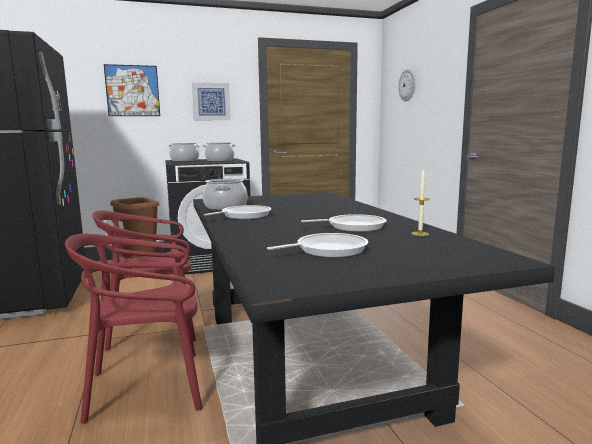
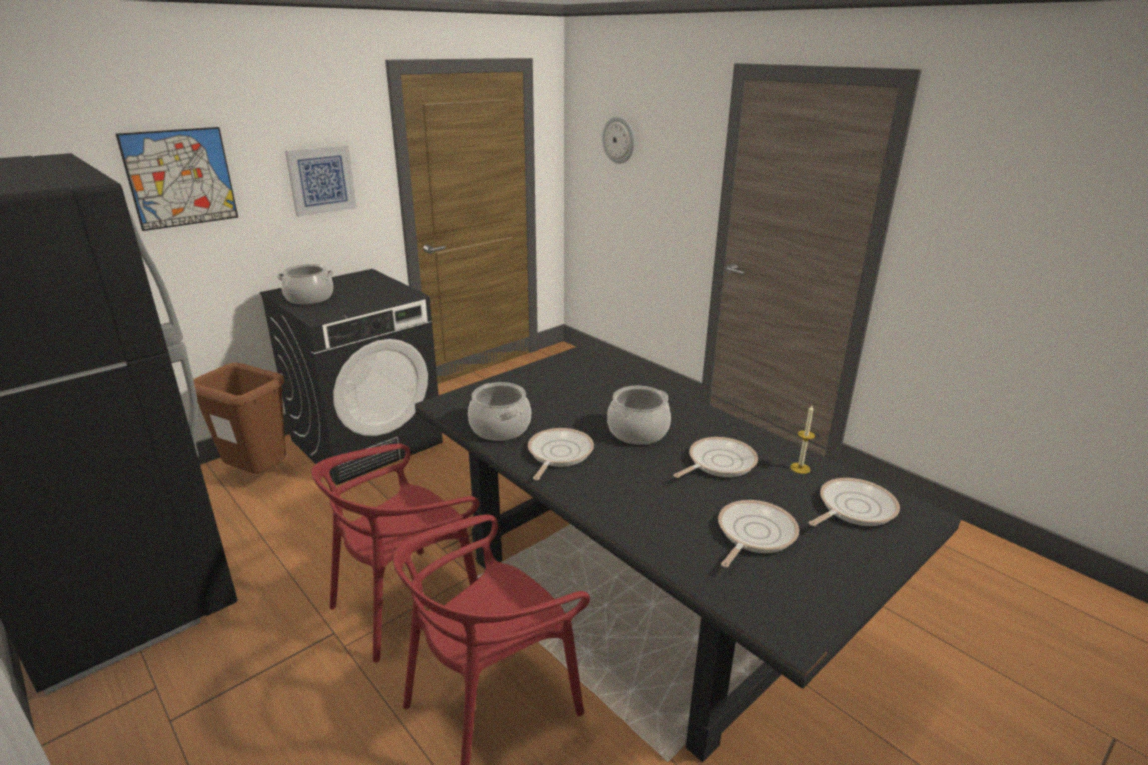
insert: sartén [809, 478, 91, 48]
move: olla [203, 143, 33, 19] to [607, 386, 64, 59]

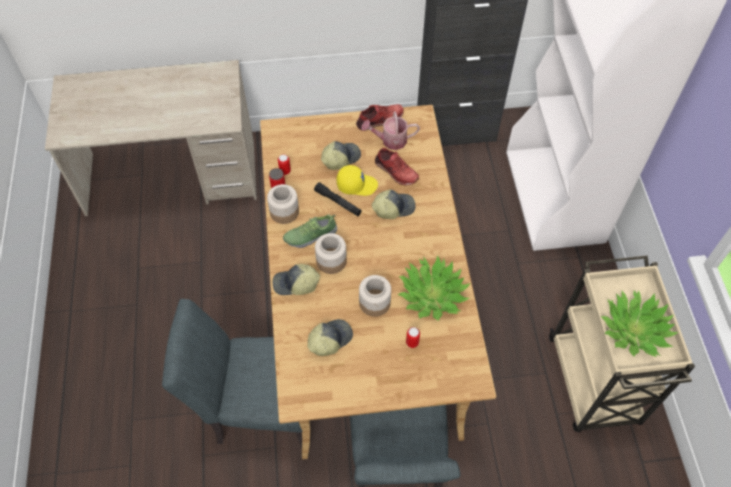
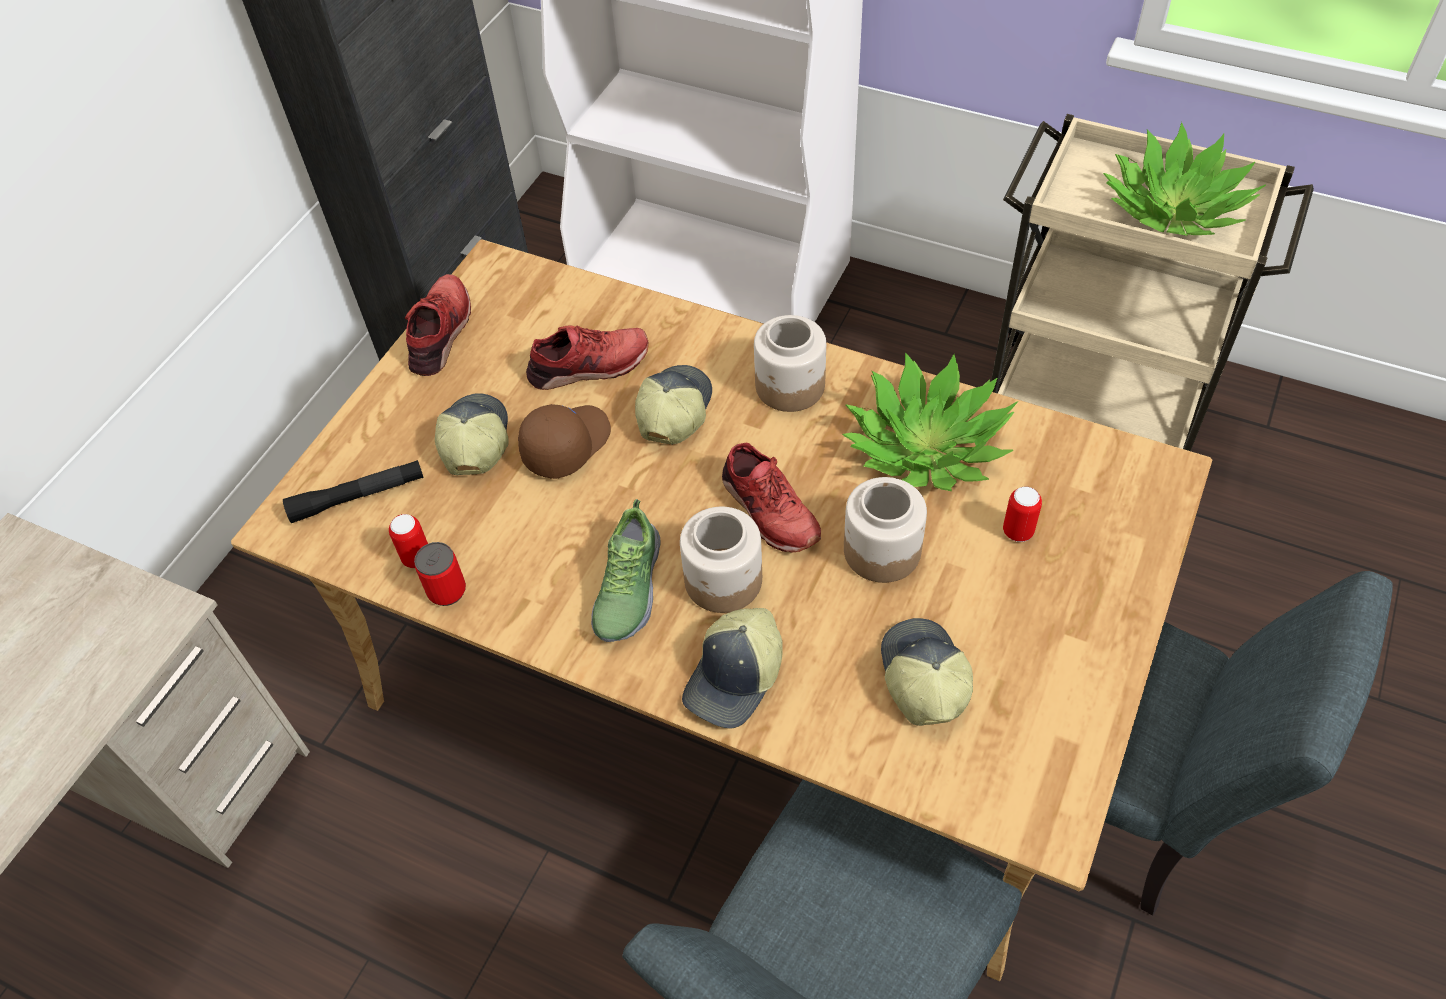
delete: regadera [361, 111, 59, 39]
insert: zapato/rojo [722, 442, 99, 111]
move: linterna/negro [314, 182, 48, 34] to [283, 460, 141, 63]; tarro [267, 184, 32, 40] to [754, 315, 72, 97]
recolor: gorra/amarillo [337, 165, 41, 31] to gorra/marrón [518, 404, 93, 75]

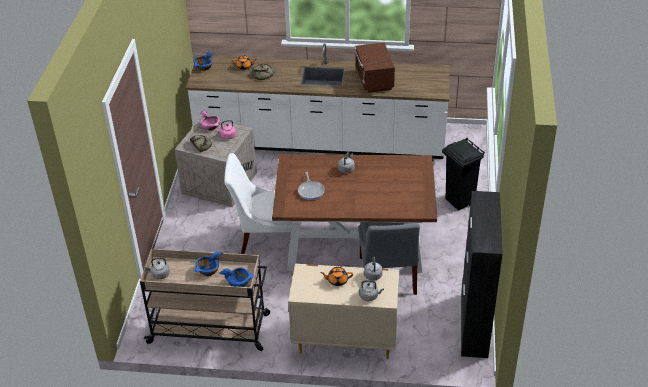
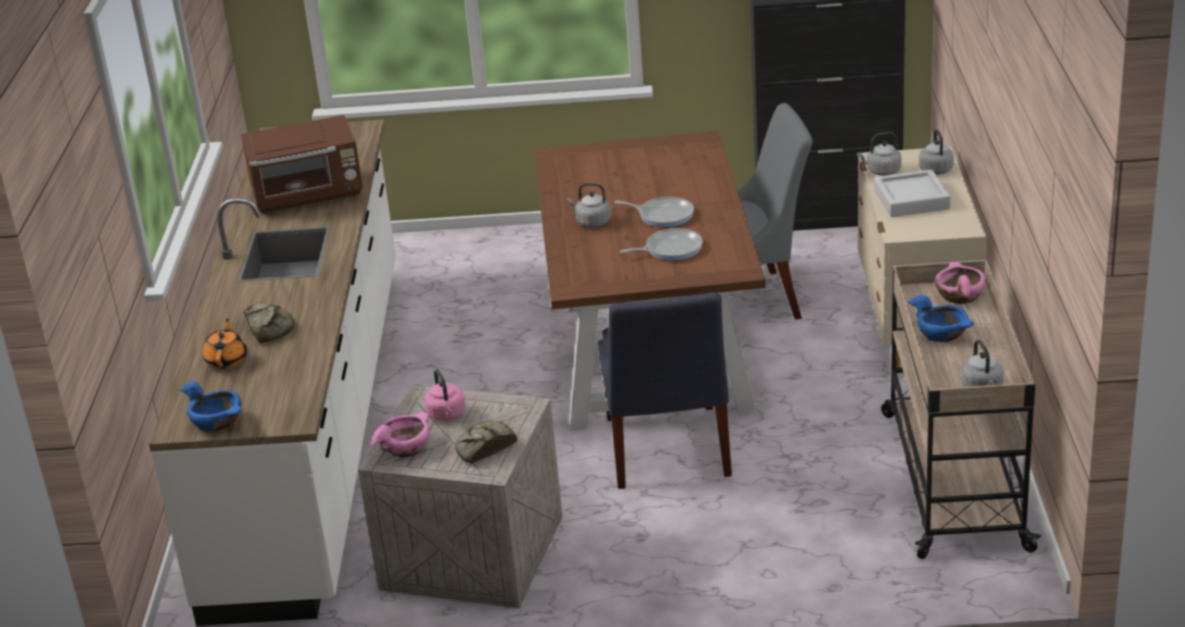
delete: papelera/negro [442, 138, 43, 73]
insert: sartén [614, 197, 80, 31]
replace: tetera/naranja [320, 267, 33, 19] to bandeja/gris [874, 169, 77, 48]
recolor: silla/blanco [224, 153, 68, 101] to silla/azul [598, 292, 134, 197]; cuenco/azul [219, 268, 35, 19] to cuenco/rosa [935, 262, 50, 42]

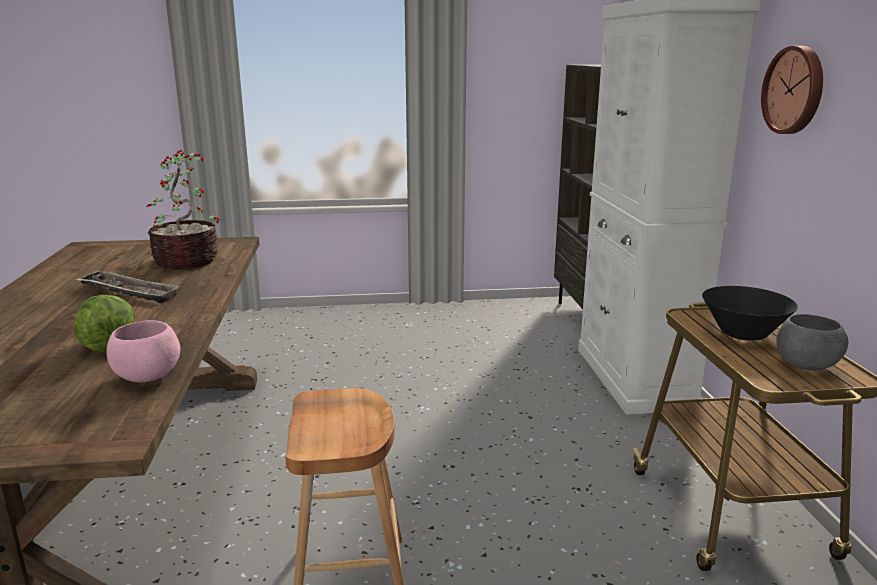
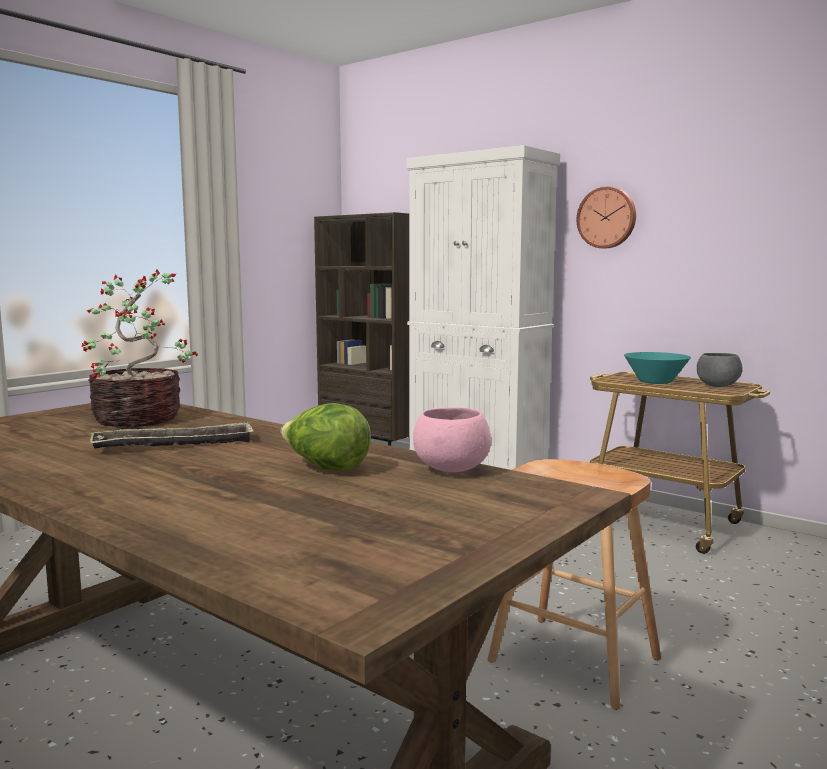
recolor: cuenco/negro [702, 286, 96, 55] to cuenco/turquesa [624, 352, 67, 32]

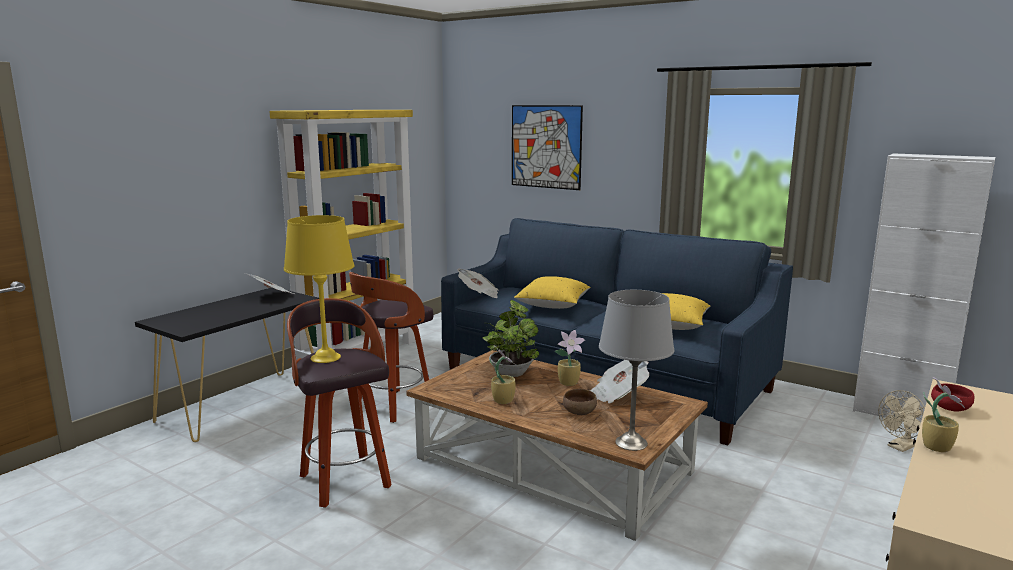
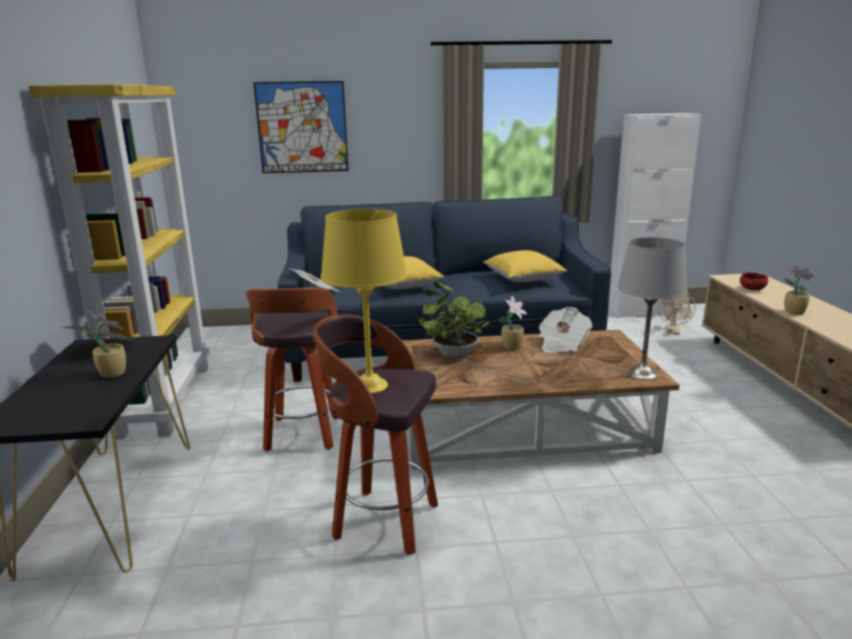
delete: cuenco/marrón [563, 389, 34, 26]
move: planta en maceta [490, 345, 27, 59] to [83, 311, 43, 67]

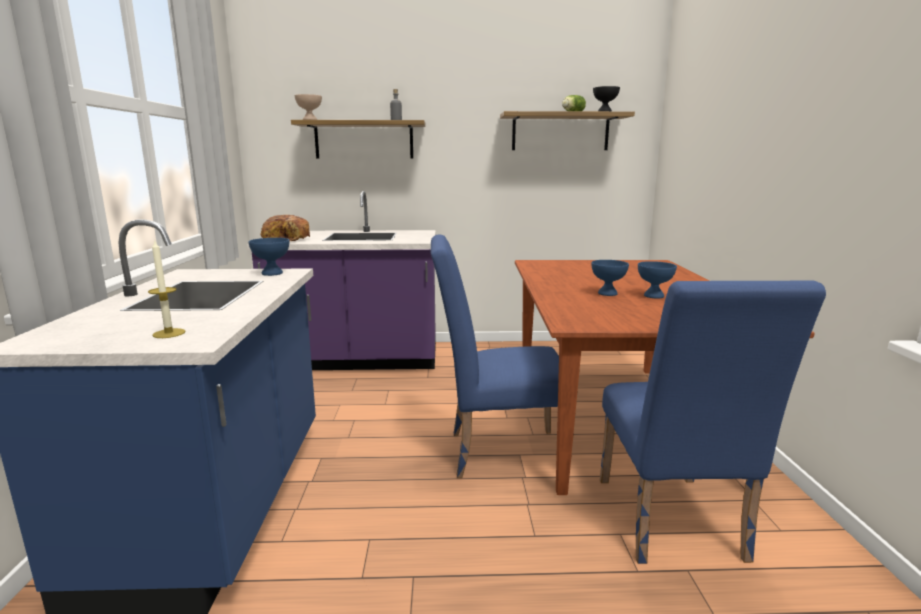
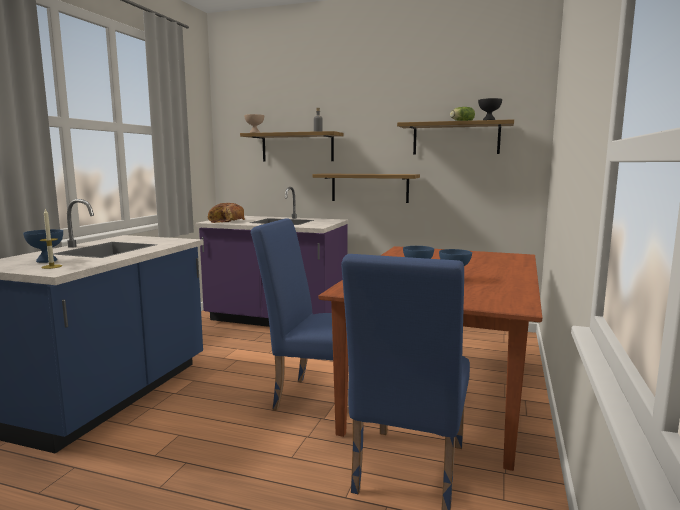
insert: estante [313, 173, 107, 30]
move: cuenco/azul [248, 238, 42, 38] to [23, 229, 40, 34]

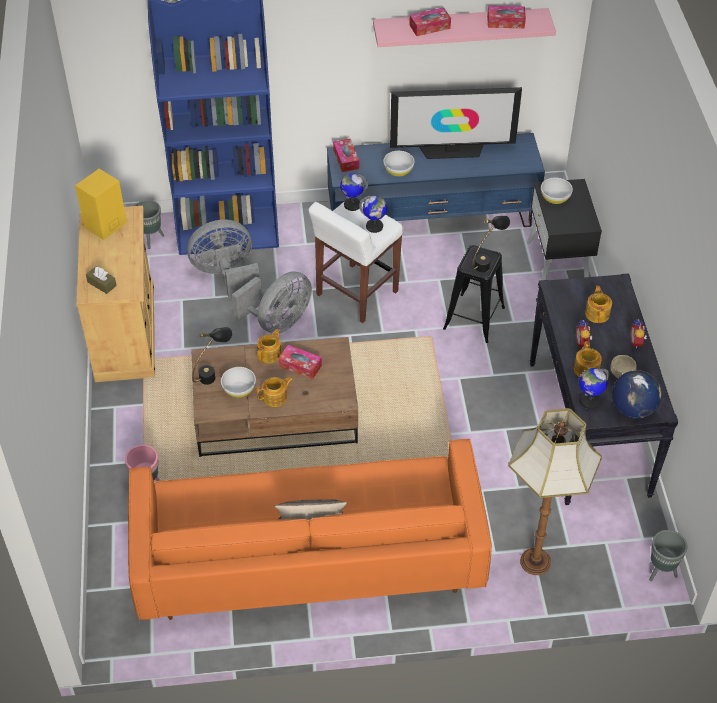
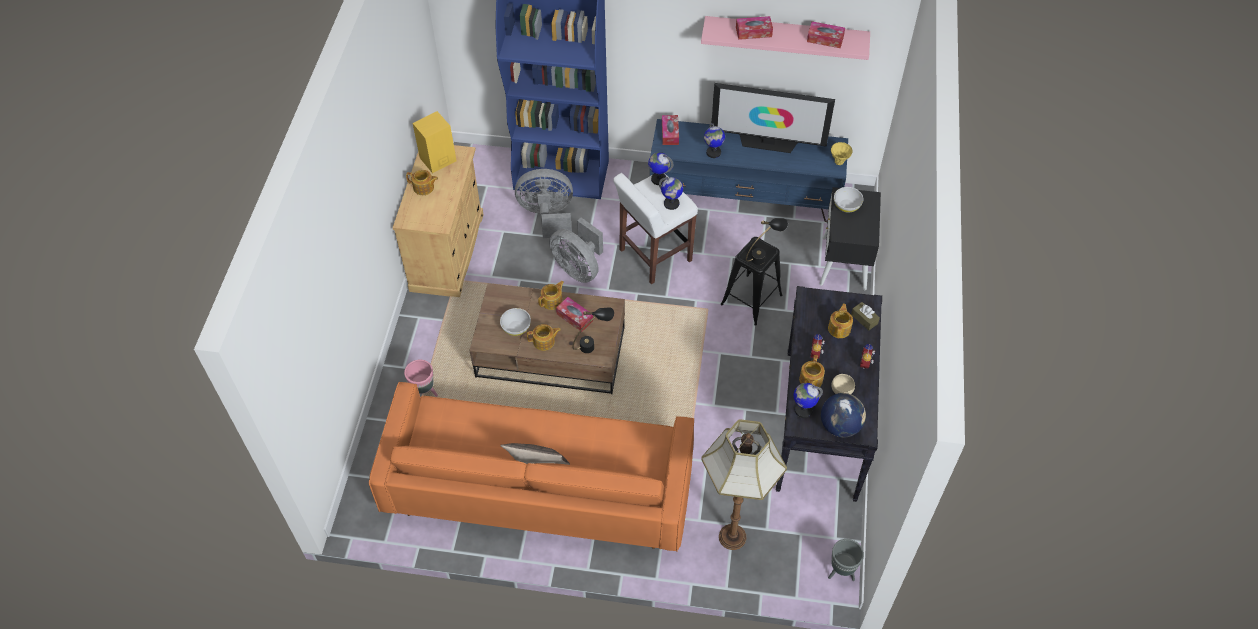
delete: maceta/gris [135, 200, 29, 49]
insert: florero/amarillo [831, 142, 22, 23]; tetera [406, 170, 32, 25]
move: caja de pañuelos/marrón [86, 266, 31, 28] to [851, 302, 29, 28]; lámpara de mesa/negro [192, 327, 40, 58] to [572, 308, 42, 45]
replace: cuenco/blanco [383, 151, 32, 25] to globo terráqueo [704, 123, 21, 35]
rotate: ventilador/gris [232, 271, 80, 62] = [549, 218, 54, 65] 75 degrees clockwise

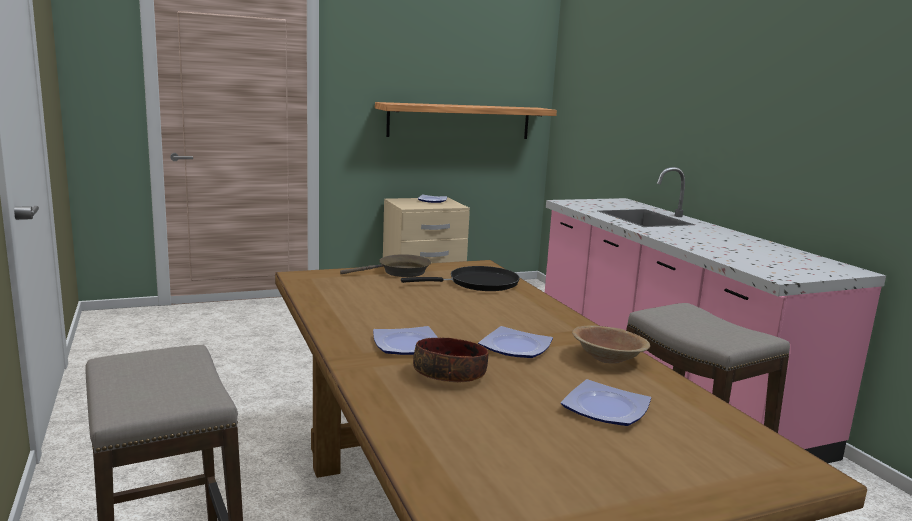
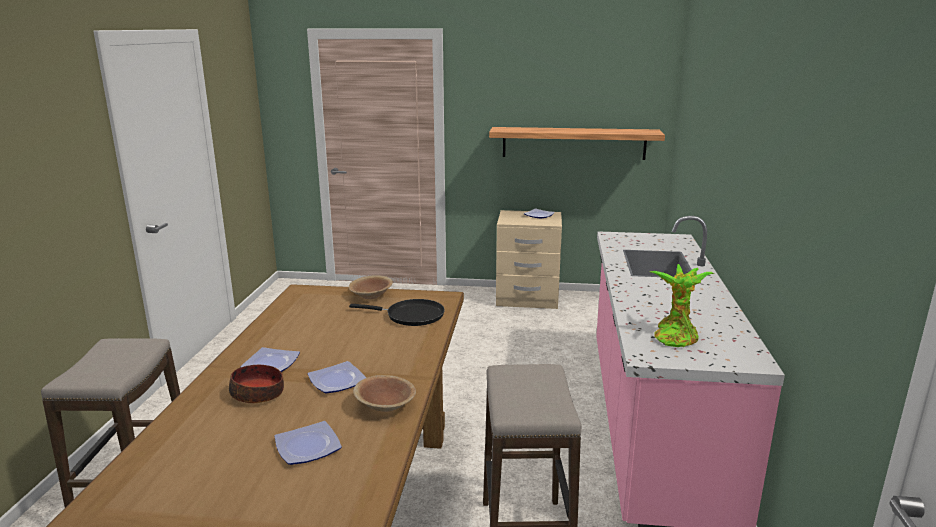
insert: planta en maceta [650, 264, 65, 83]
replace: sartén/marrón [340, 254, 91, 23] to cuenco/marrón [349, 275, 44, 24]

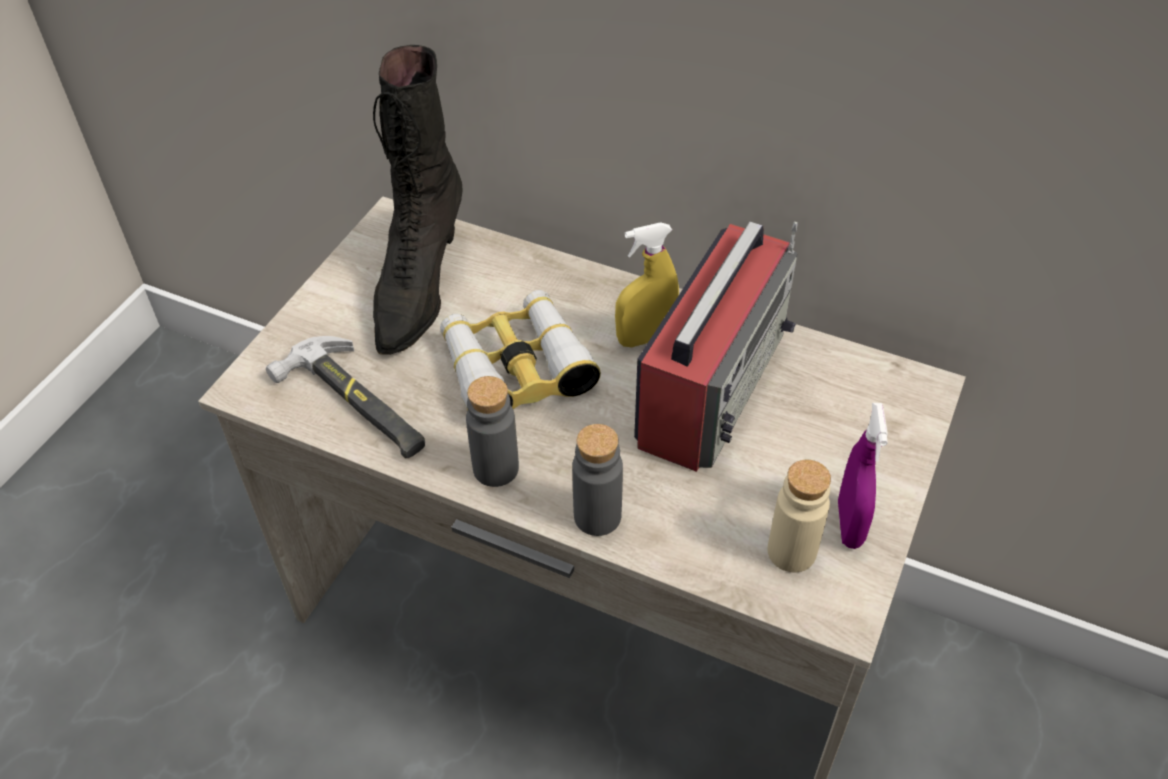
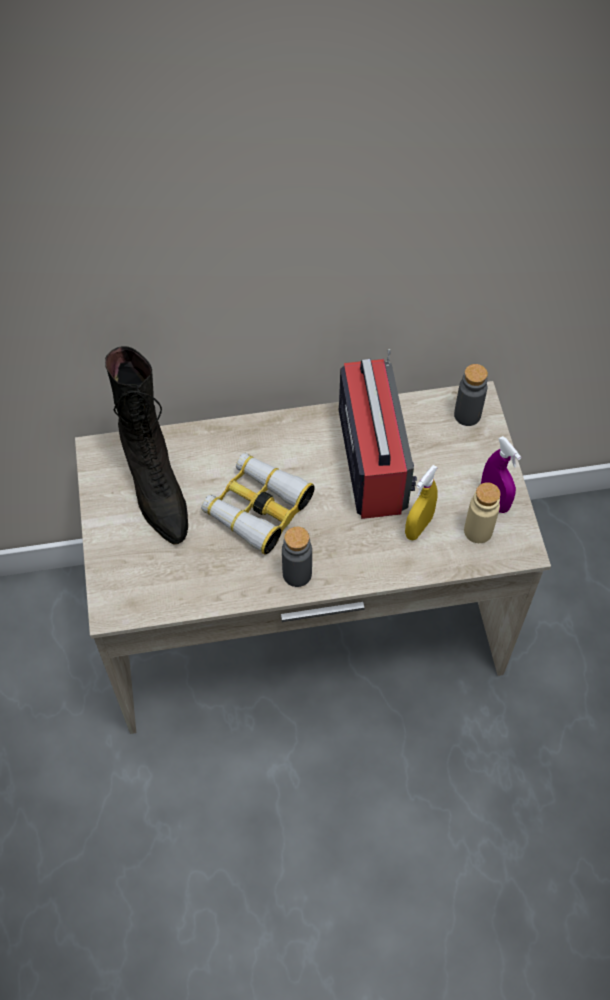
delete: martillo [266, 336, 159, 122]
move: pulverizador/amarillo [615, 222, 64, 125] to [405, 465, 33, 75]; botella/gris [572, 424, 51, 112] to [454, 364, 34, 62]

